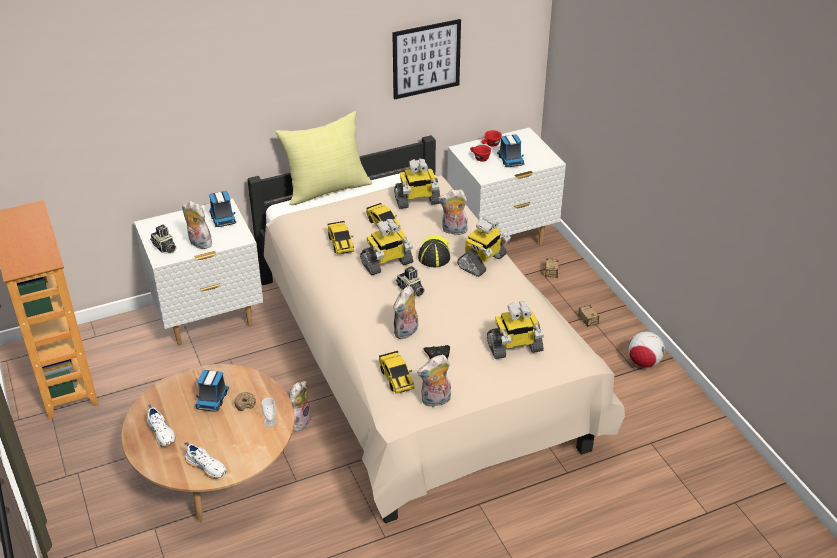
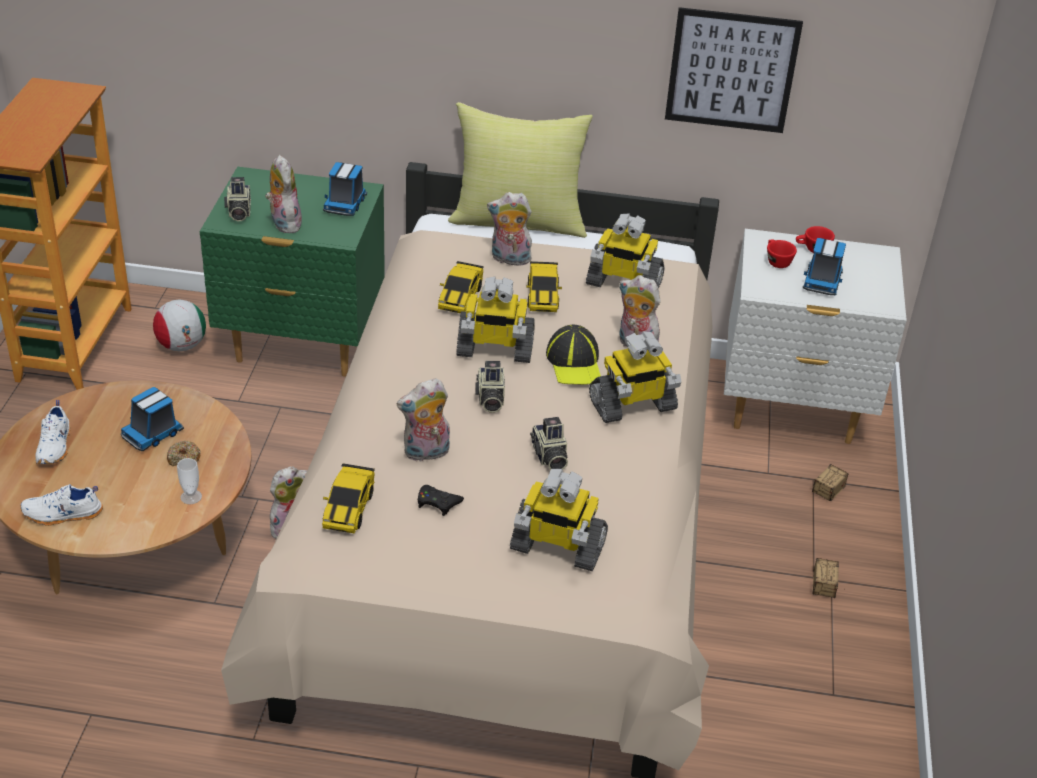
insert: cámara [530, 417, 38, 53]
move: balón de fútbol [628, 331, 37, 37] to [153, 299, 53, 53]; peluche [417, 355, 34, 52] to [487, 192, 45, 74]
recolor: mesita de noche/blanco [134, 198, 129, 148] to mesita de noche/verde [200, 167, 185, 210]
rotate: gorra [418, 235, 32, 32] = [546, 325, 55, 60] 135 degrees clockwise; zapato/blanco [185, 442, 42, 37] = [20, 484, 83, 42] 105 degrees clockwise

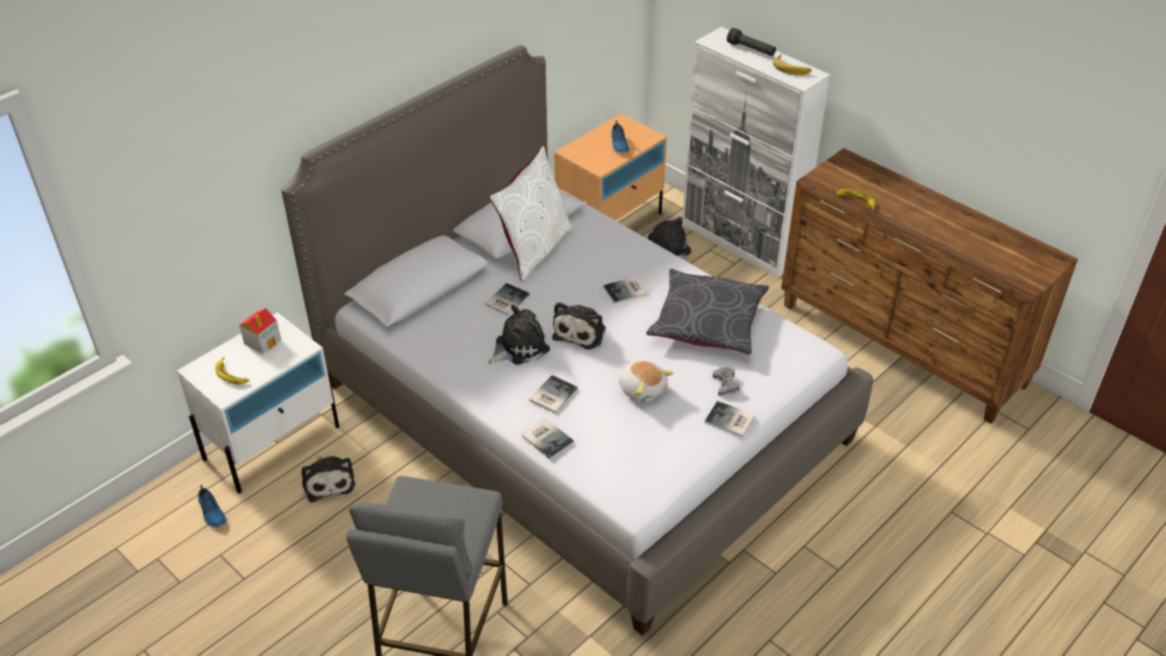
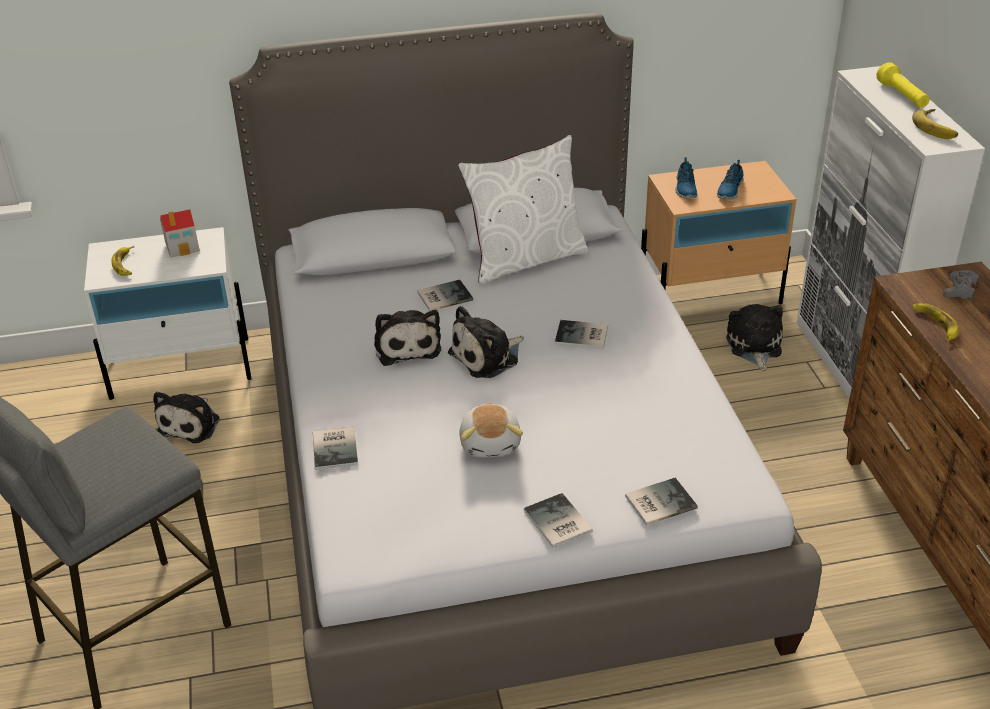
delete: cojín/gris [646, 269, 123, 85]
move: mando de consola/gris [712, 367, 27, 29] to [943, 270, 36, 31]; libro [529, 375, 49, 38] to [625, 478, 73, 47]; zapato [198, 485, 29, 43] to [675, 157, 23, 41]
recolor: linterna/negro [727, 28, 49, 28] to linterna/amarillo [876, 62, 54, 46]
rotate: peluche [489, 305, 61, 60] = [374, 310, 67, 56] 75 degrees clockwise

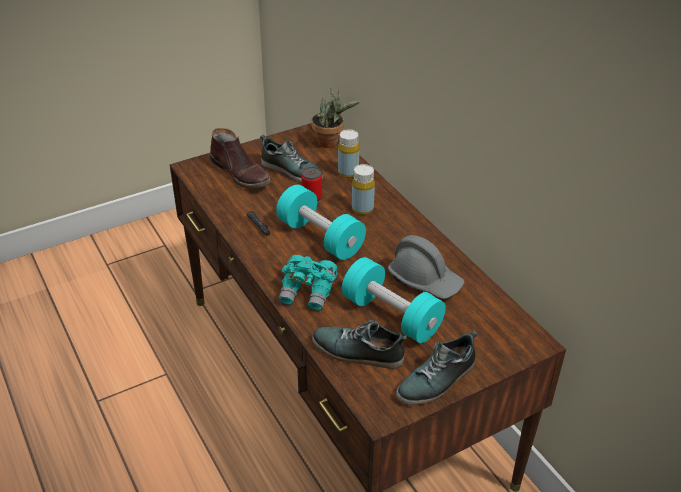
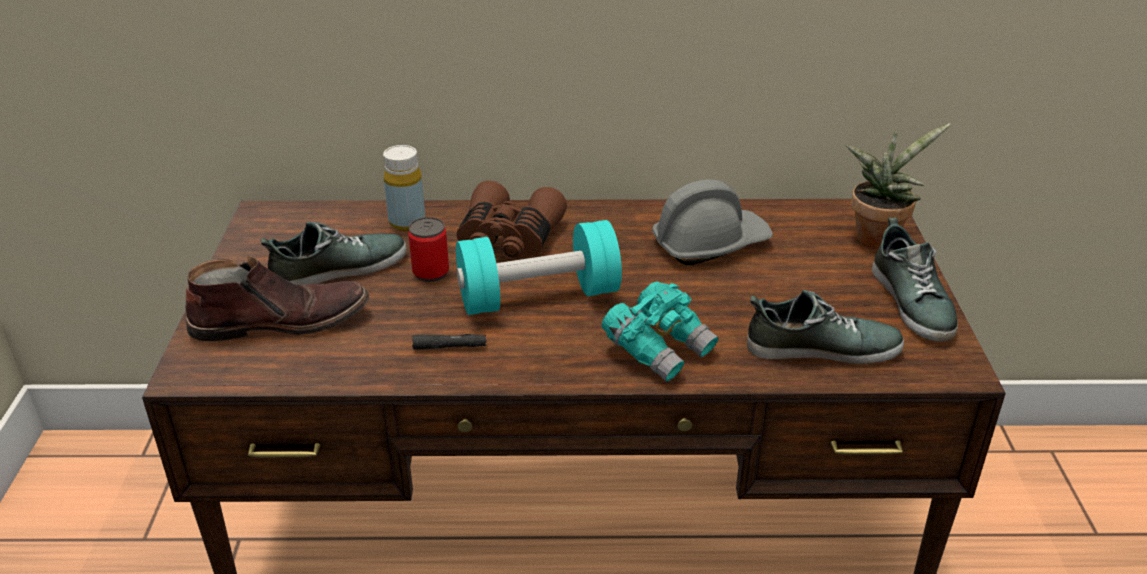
delete: mancuerna/turquesa [342, 257, 104, 86]
move: planta en maceta [311, 88, 49, 60] to [846, 123, 105, 125]
replace: botella/amarillo [352, 164, 23, 51] to prismáticos/marrón [457, 180, 110, 81]
rotate: zapato [312, 320, 95, 49] = [747, 290, 157, 74] 135 degrees counterclockwise

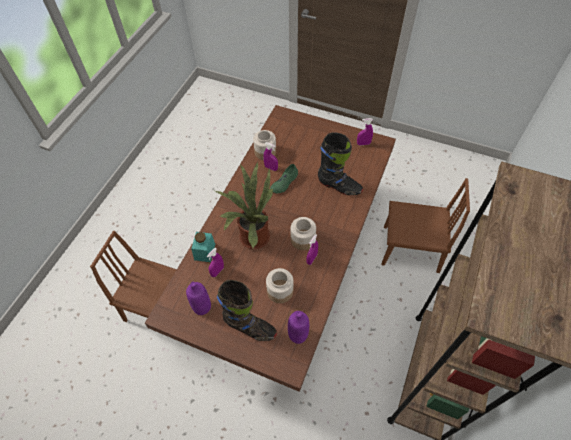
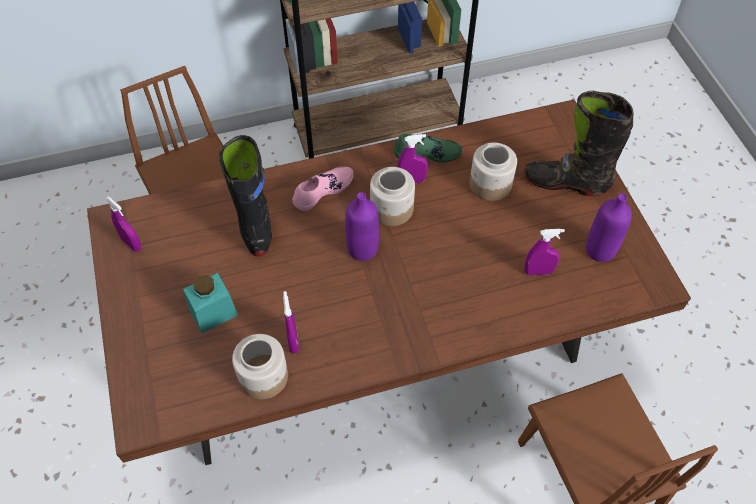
delete: planta en maceta [215, 162, 58, 87]
insert: zapato/rosa [292, 166, 61, 45]
move: zapato/verde [270, 164, 28, 29] to [394, 133, 68, 30]; tarro/turquesa [191, 232, 24, 30] to [183, 273, 55, 60]; botella/morado [288, 311, 21, 33] to [345, 192, 34, 69]
rotate: bota/negro [217, 280, 60, 61] = [524, 91, 110, 105] 60 degrees counterclockwise

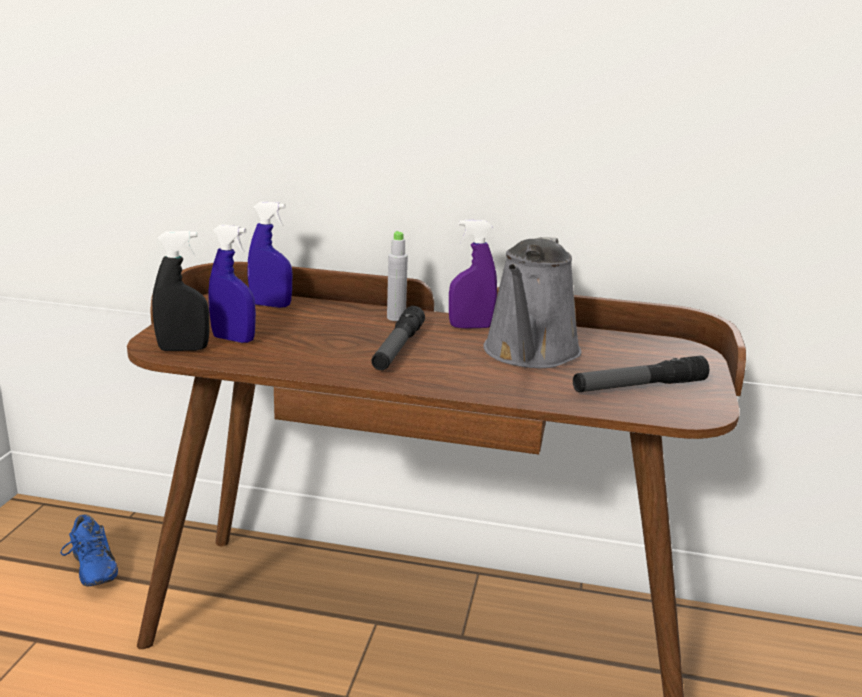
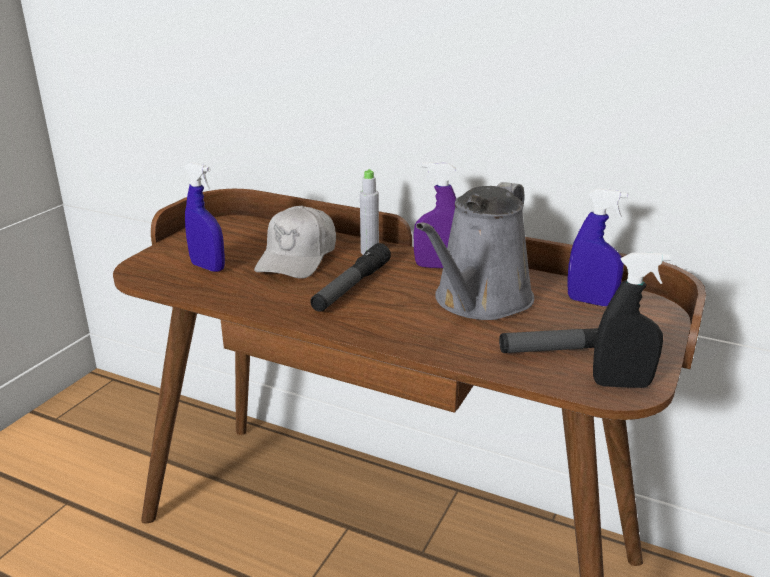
delete: zapato/azul [60, 514, 58, 73]
insert: gorra/blanco [254, 206, 82, 72]
move: pulverizador/azul [247, 201, 45, 107] to [567, 188, 61, 118]; pulverizador/negro [152, 231, 57, 120] to [593, 253, 78, 135]

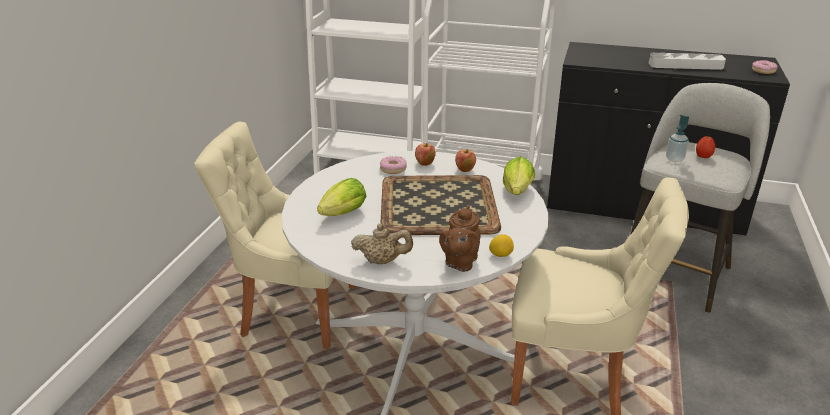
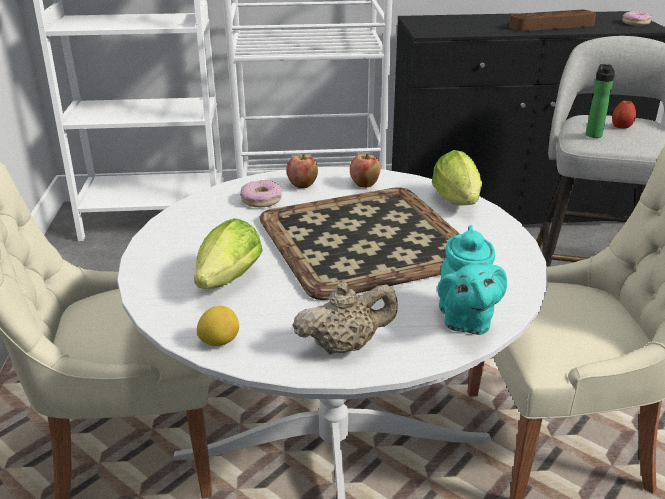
move: limón [489, 234, 25, 23] to [197, 306, 42, 40]
replace: dispensador de jabón [666, 115, 23, 47] to botella [586, 64, 29, 74]
recolor: bandeja/gris [649, 53, 77, 17] to bandeja/marrón [509, 10, 87, 21]; tetera/marrón [439, 205, 42, 67] to tetera/turquesa [437, 225, 70, 110]

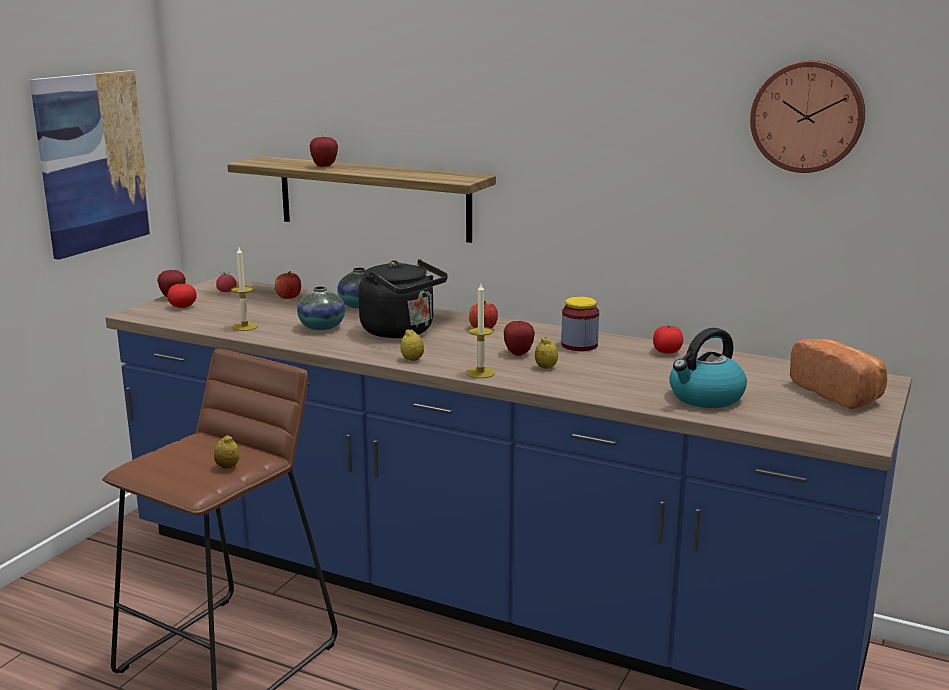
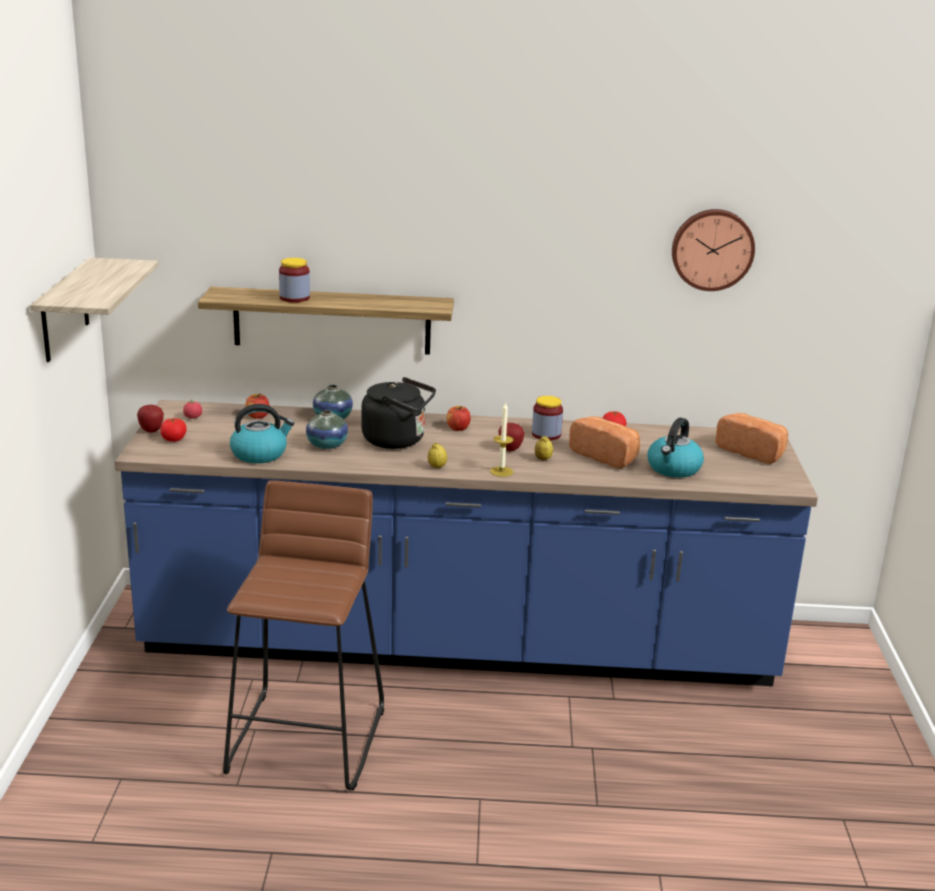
delete: limón [214, 435, 26, 34]
insert: pan [569, 416, 71, 53]
replace: cuadro [30, 70, 122, 190] to estante [30, 257, 129, 105]; manzana [309, 137, 29, 30] to tarro [279, 258, 31, 44]; vela [231, 247, 27, 84] to hervidor [230, 404, 64, 59]

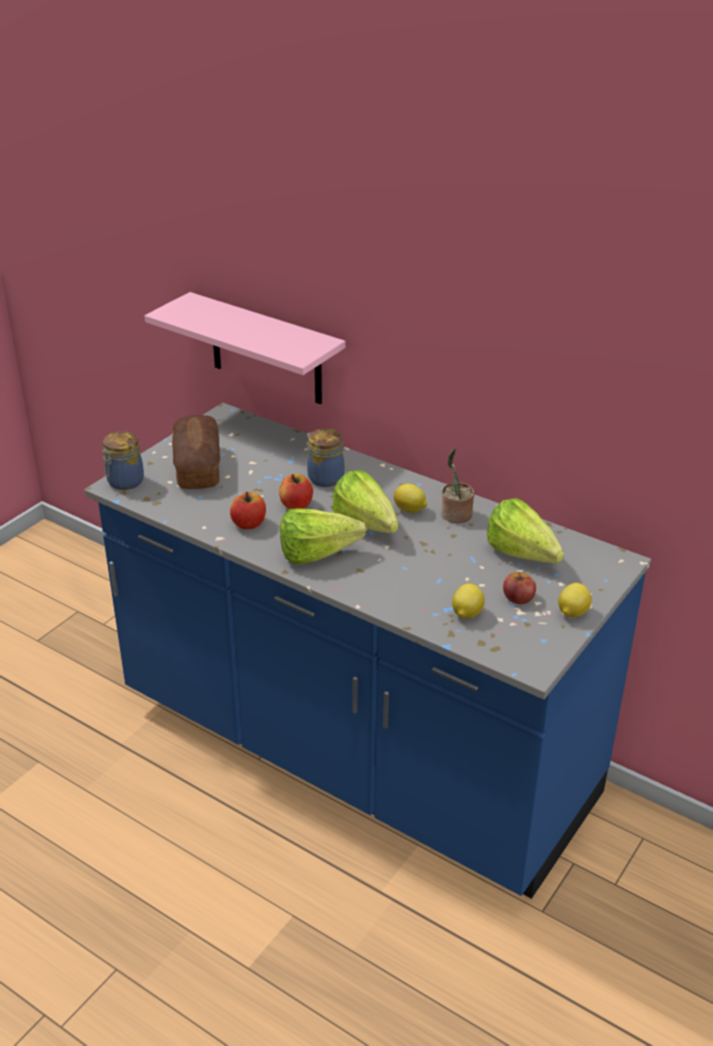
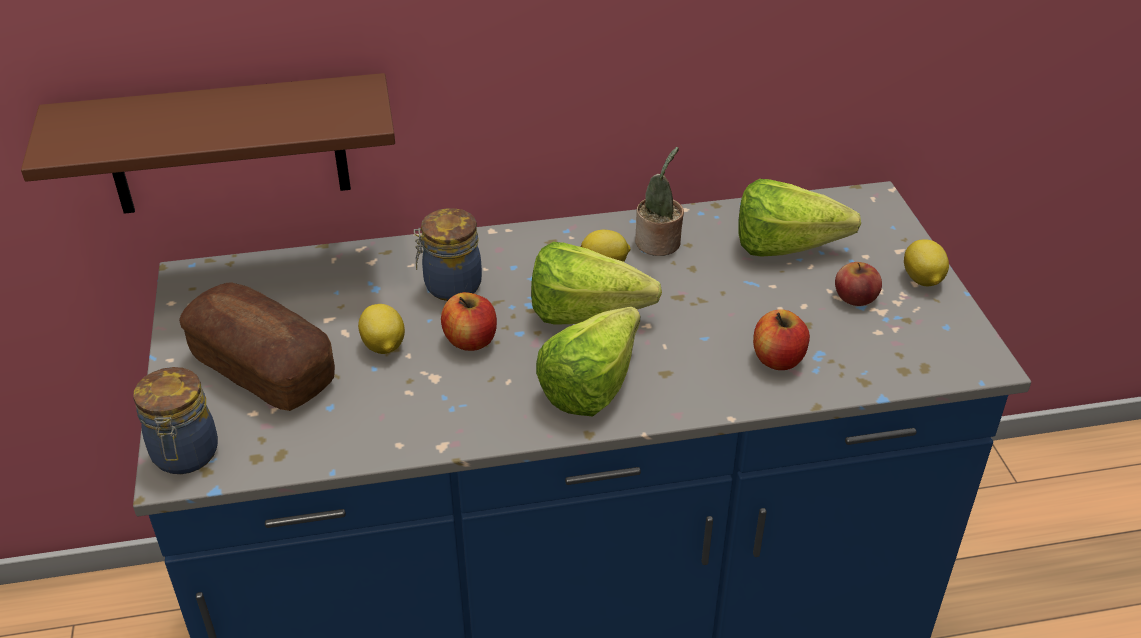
move: manzana [230, 492, 36, 37] to [753, 309, 57, 61]; limón [452, 584, 33, 35] to [358, 304, 47, 50]
recolor: estante/rosa [145, 292, 201, 112] to estante/marrón [21, 73, 374, 141]

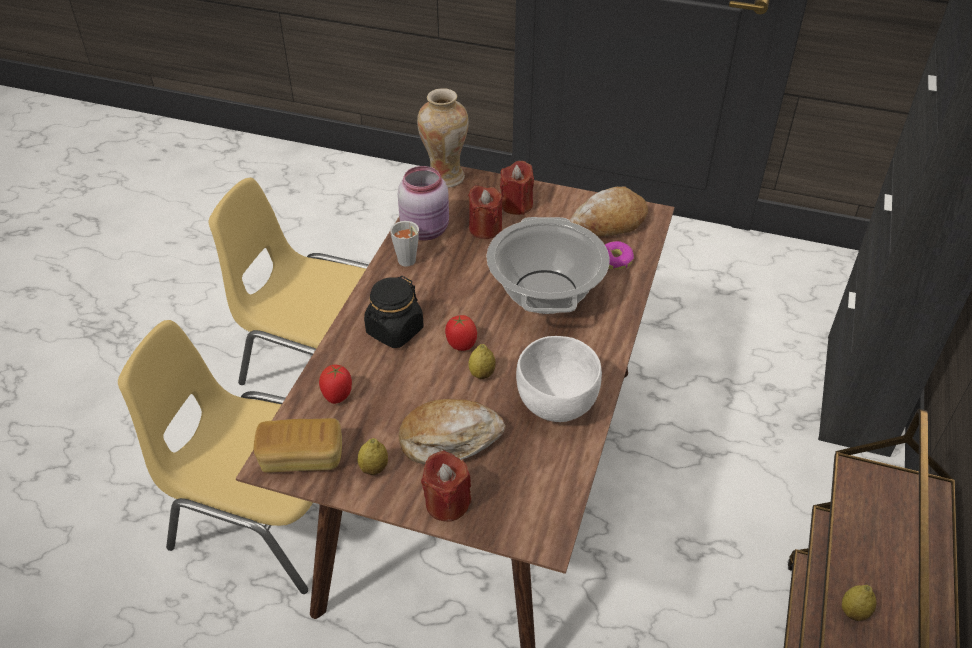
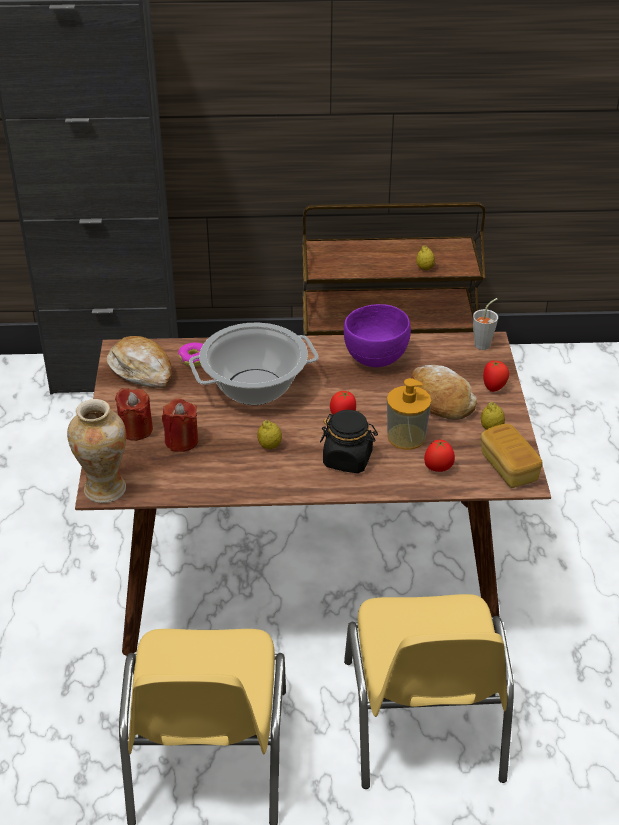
delete: tarro/rosa [398, 166, 51, 74]
insert: dispensador de jabón [387, 378, 44, 72]
move: taza/gris [390, 221, 29, 46] to [473, 298, 25, 52]; limón [469, 344, 27, 35] to [257, 420, 25, 29]
replace: vela/rojo [421, 450, 50, 71] to tomate [483, 359, 26, 33]
recolor: cuenco/blanco [516, 336, 86, 86] to cuenco/morado [344, 304, 67, 63]

